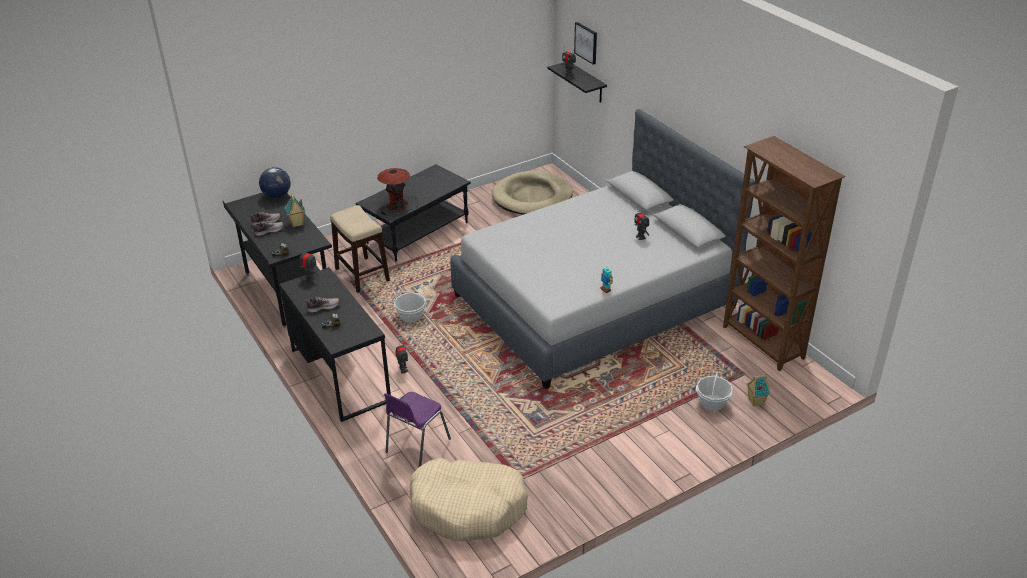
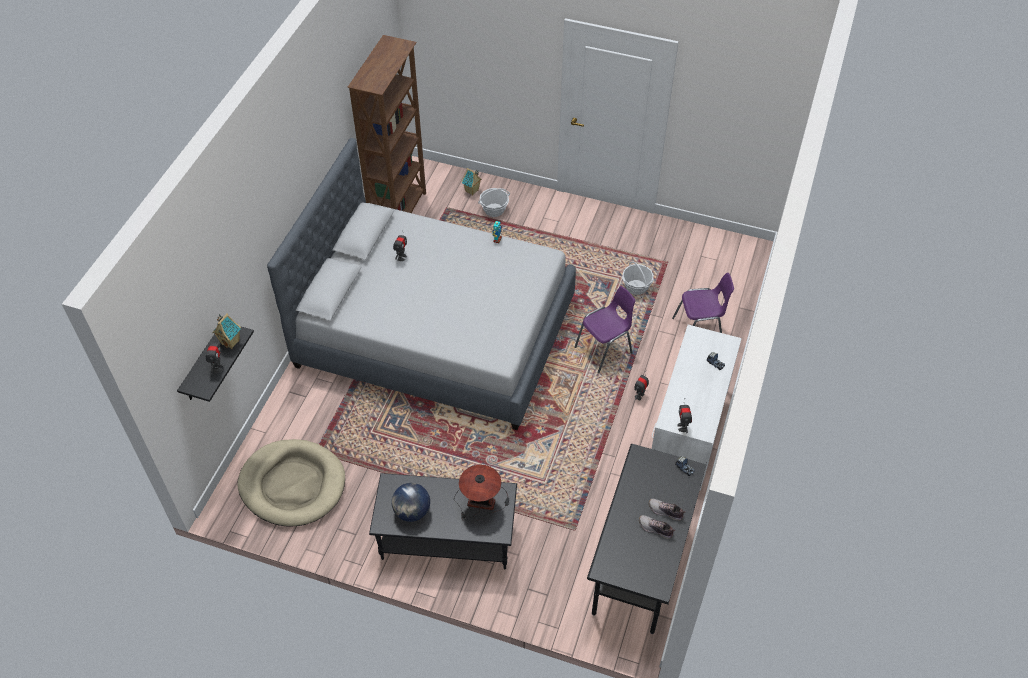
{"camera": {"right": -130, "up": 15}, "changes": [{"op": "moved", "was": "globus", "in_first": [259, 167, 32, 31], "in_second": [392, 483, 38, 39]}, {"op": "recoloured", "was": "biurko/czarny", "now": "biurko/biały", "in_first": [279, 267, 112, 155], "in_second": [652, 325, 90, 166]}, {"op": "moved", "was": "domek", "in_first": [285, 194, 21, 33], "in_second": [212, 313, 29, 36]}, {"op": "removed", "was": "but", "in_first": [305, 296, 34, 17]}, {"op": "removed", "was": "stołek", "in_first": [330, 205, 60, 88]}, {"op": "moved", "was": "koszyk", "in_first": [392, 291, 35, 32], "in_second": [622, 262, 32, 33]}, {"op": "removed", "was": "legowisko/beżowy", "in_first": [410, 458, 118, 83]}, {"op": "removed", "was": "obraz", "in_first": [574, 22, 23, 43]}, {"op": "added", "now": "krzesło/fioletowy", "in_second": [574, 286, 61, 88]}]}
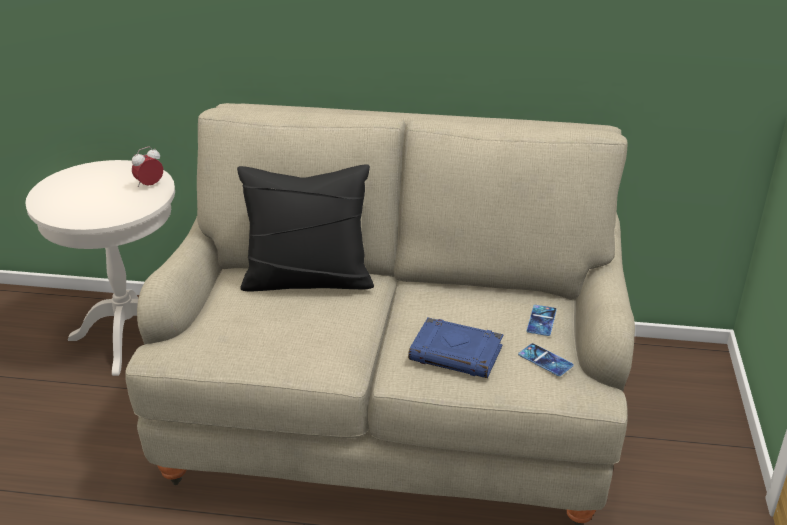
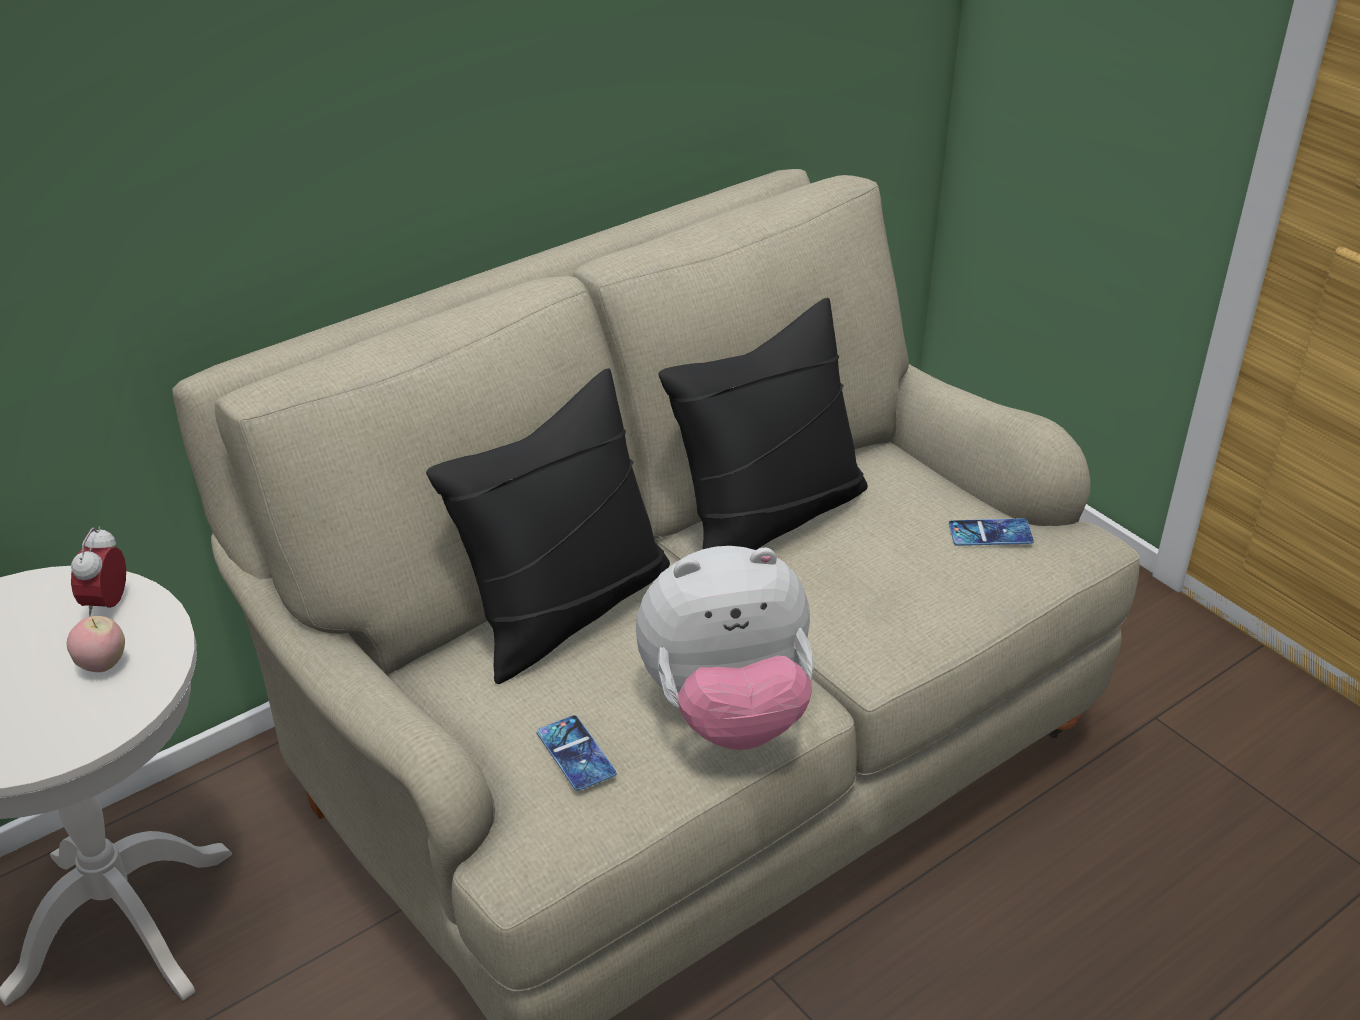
{"camera": {"right": -45, "up": 5}, "changes": [{"op": "removed", "was": "książka/niebieski", "in_first": [408, 317, 95, 61]}, {"op": "moved", "was": "telefon", "in_first": [527, 305, 30, 31], "in_second": [537, 715, 80, 76]}, {"op": "added", "now": "jabłko", "in_second": [67, 616, 58, 56]}, {"op": "added", "now": "pluszak", "in_second": [636, 546, 178, 204]}, {"op": "added", "now": "poduszka/czarny", "in_second": [659, 298, 209, 252]}]}
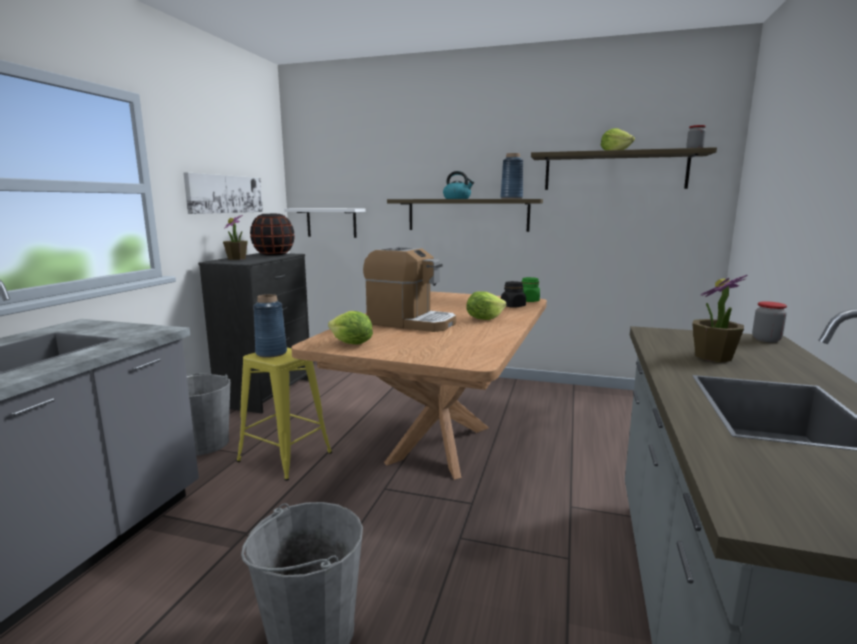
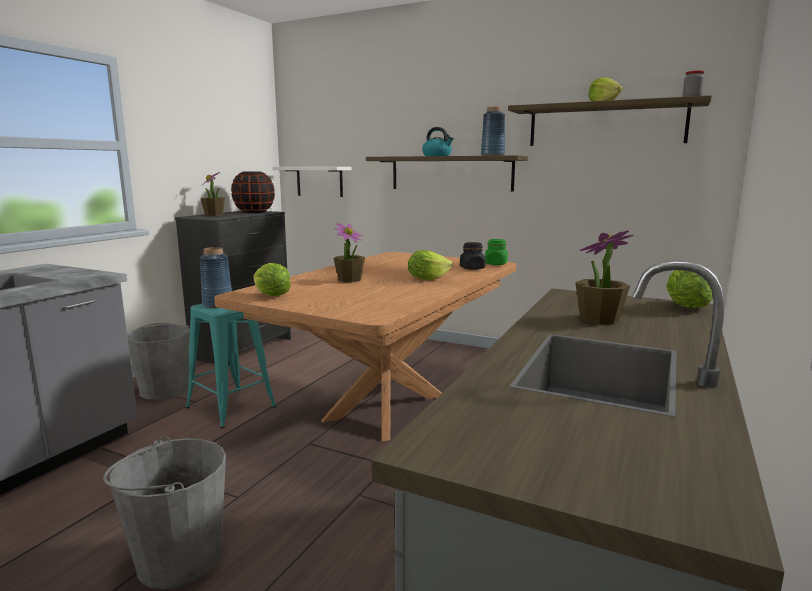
{"camera": {"right": 10, "up": 0}, "changes": [{"op": "removed", "was": "obraz", "in_first": [183, 172, 80, 42]}, {"op": "recoloured", "was": "stołek/żółty", "now": "stołek/turkusowy", "in_first": [236, 348, 96, 133], "in_second": [185, 304, 92, 124]}, {"op": "replaced", "was": "ekspres do kawy", "now": "roślina doniczkowa", "in_first": [363, 247, 93, 85], "in_second": [333, 223, 32, 59]}, {"op": "replaced", "was": "słoik", "now": "sałata", "in_first": [752, 302, 35, 40], "in_second": [666, 270, 47, 38]}]}
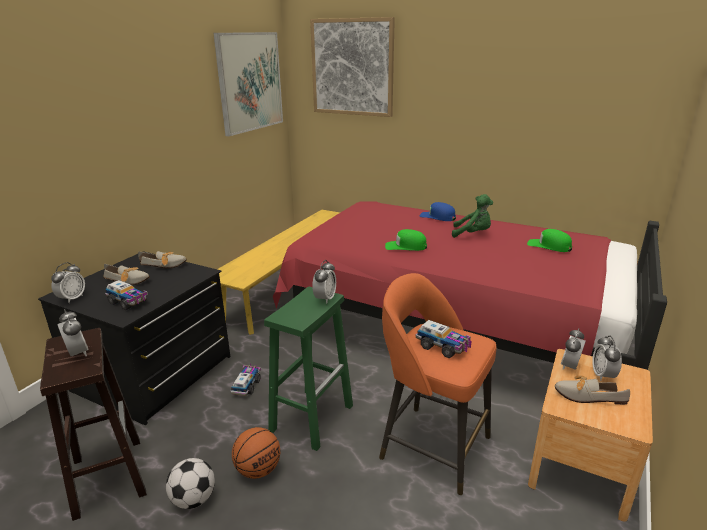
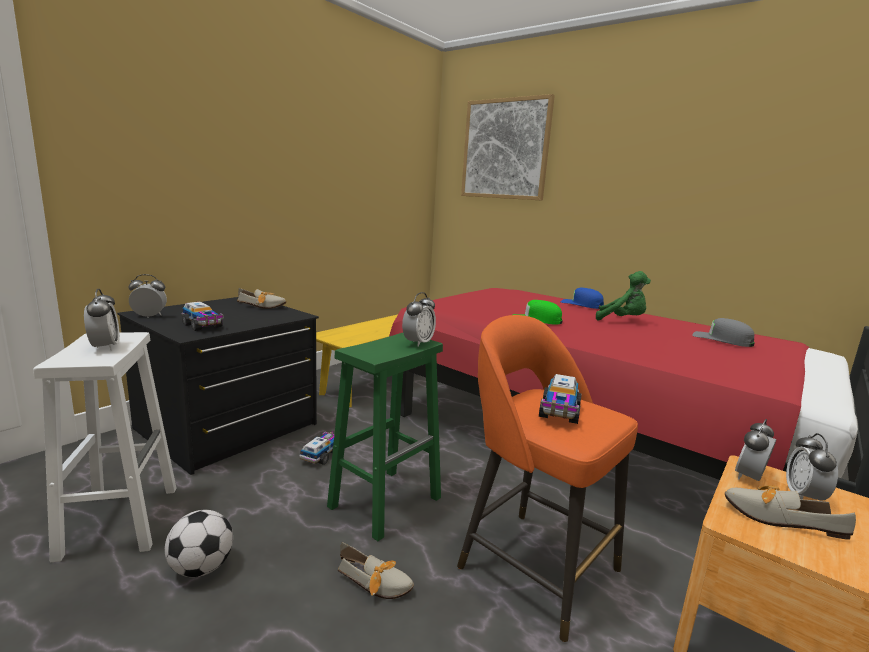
{"camera": {"right": 10, "up": -10}, "changes": [{"op": "recoloured", "was": "stołek/brązowy", "now": "stołek/biały", "in_first": [40, 328, 107, 193], "in_second": [33, 332, 143, 230]}, {"op": "turned", "was": "budzik", "in_first": [51, 262, 34, 41], "in_second": [129, 274, 38, 44], "clockwise": -135}, {"op": "moved", "was": "but", "in_first": [104, 263, 46, 22], "in_second": [338, 542, 76, 57]}, {"op": "removed", "was": "obraz", "in_first": [213, 32, 70, 104]}, {"op": "removed", "was": "piłka do koszykówki", "in_first": [232, 427, 48, 52]}, {"op": "turned", "was": "ciężarówka zabawkowa", "in_first": [416, 320, 55, 38], "in_second": [539, 374, 43, 50], "clockwise": 60}, {"op": "recoloured", "was": "czapka z daszkiem/zielony", "now": "czapka z daszkiem/szary", "in_first": [527, 229, 45, 23], "in_second": [692, 318, 63, 29]}]}
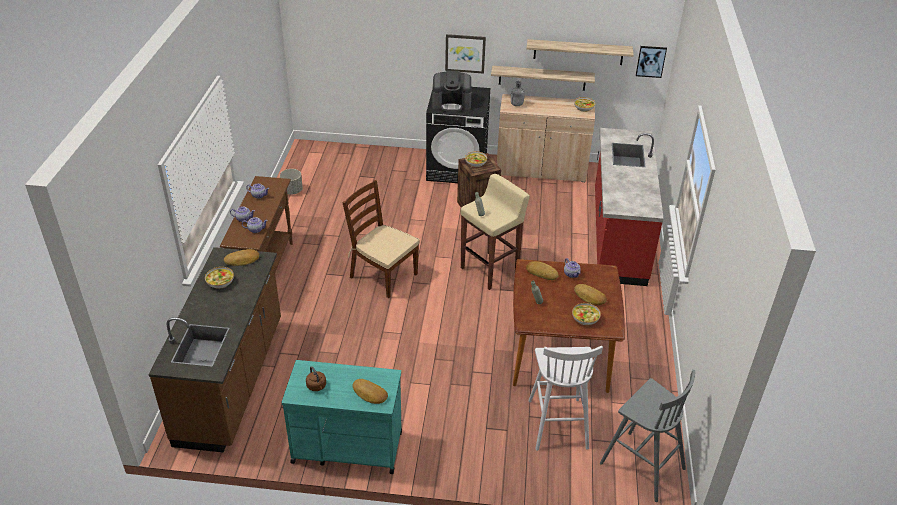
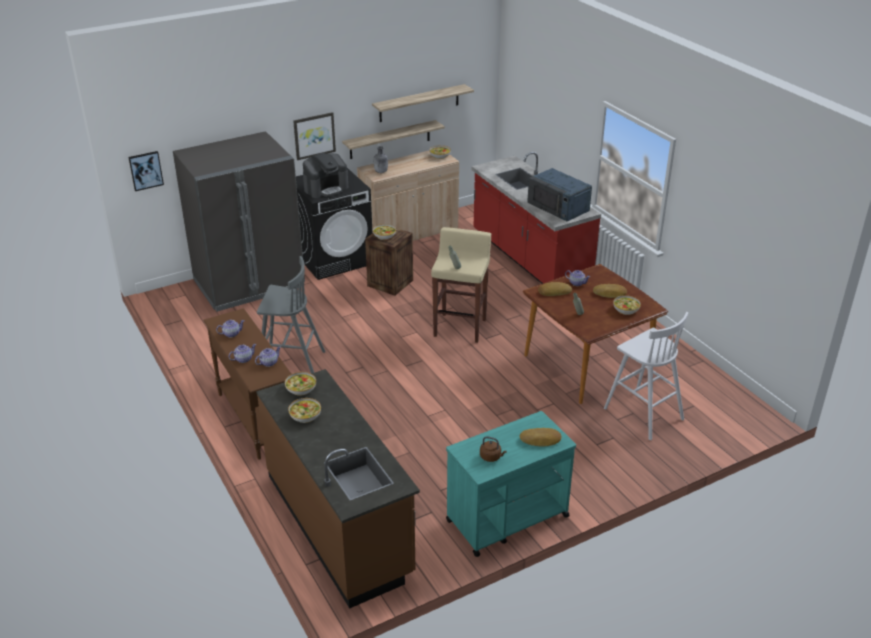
{"camera": {"right": -35, "up": -5}, "changes": [{"op": "replaced", "was": "chleb", "now": "miska", "in_first": [224, 249, 35, 17], "in_second": [285, 372, 31, 24]}, {"op": "removed", "was": "donica/szary", "in_first": [280, 169, 23, 26]}, {"op": "removed", "was": "krzesło/brązowy", "in_first": [343, 180, 77, 118]}, {"op": "moved", "was": "stołek/szary", "in_first": [600, 370, 95, 132], "in_second": [257, 256, 69, 118]}, {"op": "moved", "was": "obraz", "in_first": [636, 46, 31, 32], "in_second": [128, 151, 36, 40]}, {"op": "added", "now": "lodówka/szary", "in_second": [173, 131, 132, 181]}, {"op": "added", "now": "mikrofalówka/niebieski", "in_second": [527, 168, 65, 53]}]}
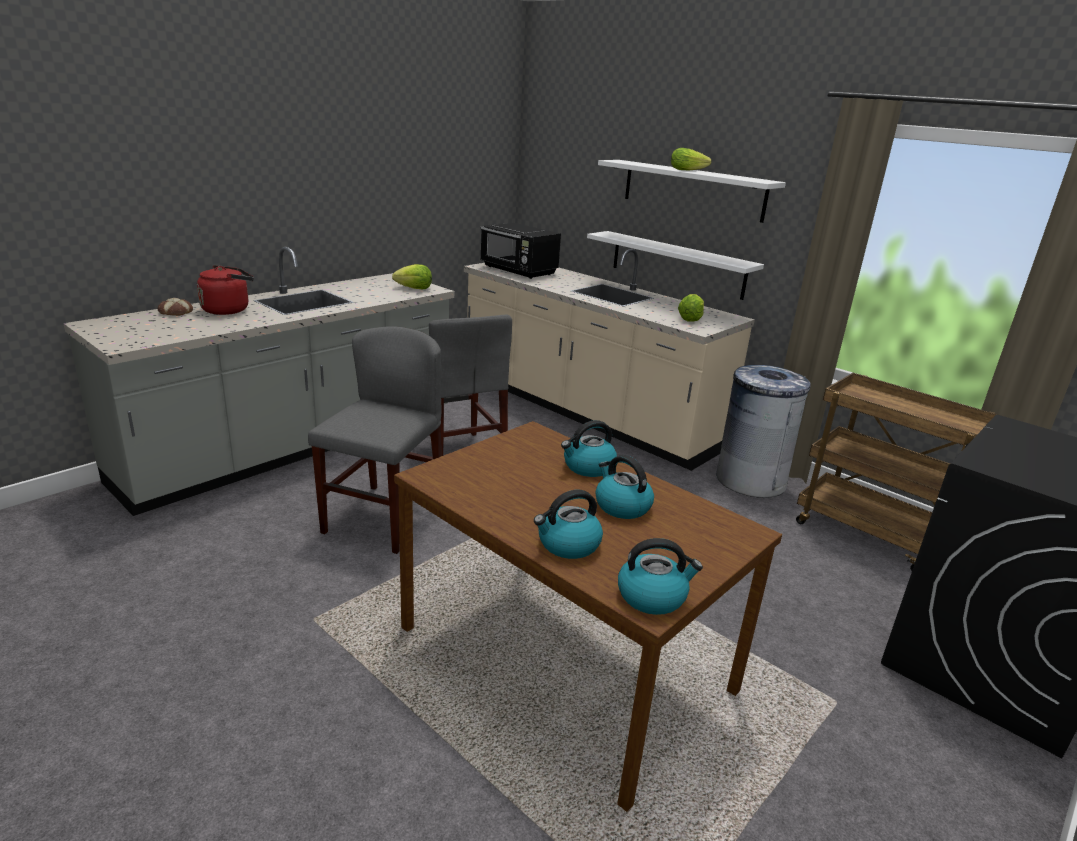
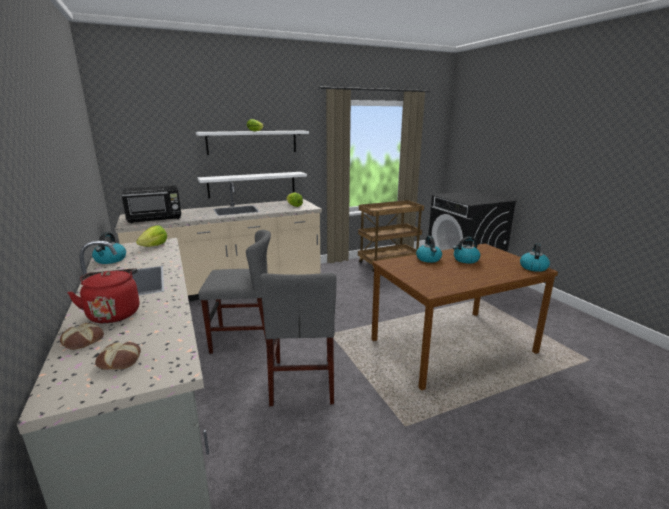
{"camera": {"right": -65, "up": -5}, "changes": [{"op": "turned", "was": "krzesło/szary", "in_first": [308, 326, 134, 228], "in_second": [260, 273, 76, 133], "clockwise": -135}, {"op": "moved", "was": "czajnik", "in_first": [534, 490, 69, 69], "in_second": [92, 232, 34, 32]}, {"op": "removed", "was": "kosz na śmieci/szary", "in_first": [716, 365, 95, 133]}, {"op": "added", "now": "chleb", "in_second": [95, 342, 46, 28]}]}
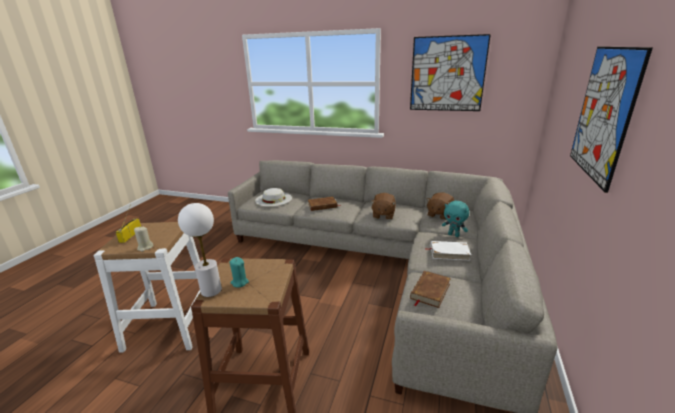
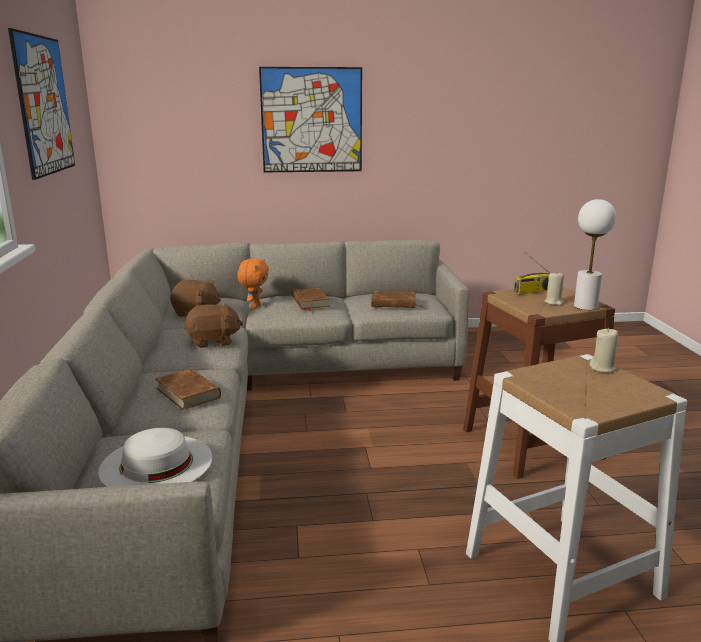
{"camera": {"right": -115, "up": -5}, "changes": [{"op": "moved", "was": "radio", "in_first": [115, 204, 26, 39], "in_second": [514, 252, 36, 43]}, {"op": "recoloured", "was": "świeca/turkusowy", "now": "świeca/beżowy", "in_first": [230, 257, 19, 31], "in_second": [545, 271, 19, 34]}, {"op": "recoloured", "was": "książka/biały", "now": "książka/brązowy", "in_first": [426, 241, 45, 19], "in_second": [292, 288, 37, 23]}, {"op": "recoloured", "was": "pluszak/turkusowy", "now": "pluszak/pomarańczowy", "in_first": [442, 201, 27, 36], "in_second": [237, 258, 32, 51]}]}
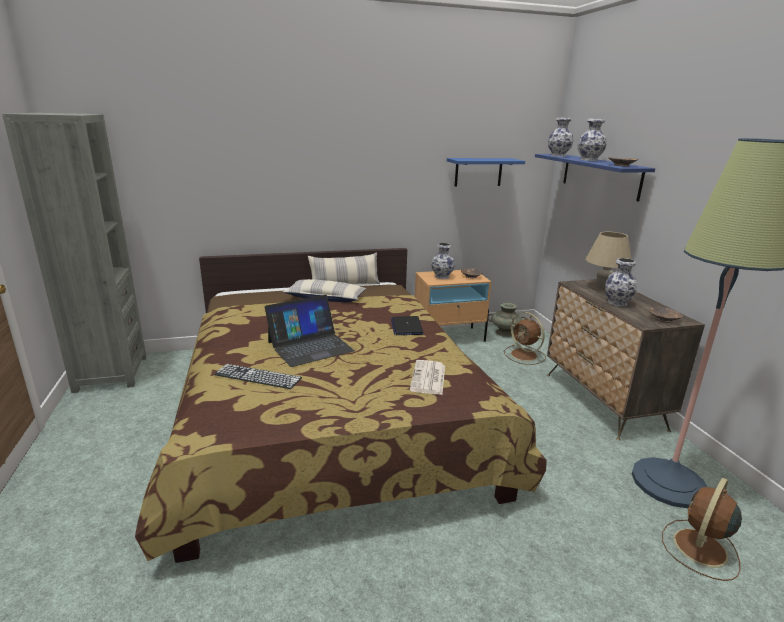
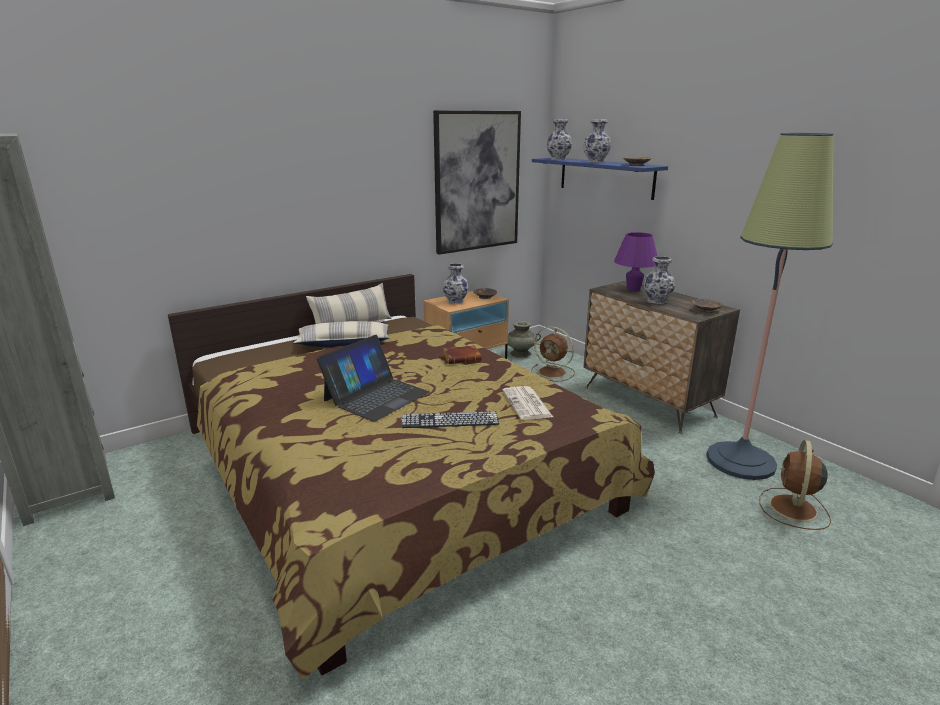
{"camera": {"right": -20, "up": 0}, "changes": [{"op": "moved", "was": "klawiatura", "in_first": [214, 364, 88, 25], "in_second": [401, 411, 98, 17]}, {"op": "replaced", "was": "laptop", "now": "książka/brązowy", "in_first": [391, 316, 33, 19], "in_second": [442, 345, 40, 19]}, {"op": "replaced", "was": "półka/niebieski", "now": "obraz", "in_first": [447, 158, 78, 28], "in_second": [433, 110, 88, 145]}, {"op": "recoloured", "was": "lampa stołowa/beżowy", "now": "lampa stołowa/fioletowy", "in_first": [586, 232, 45, 58], "in_second": [614, 232, 43, 59]}]}
